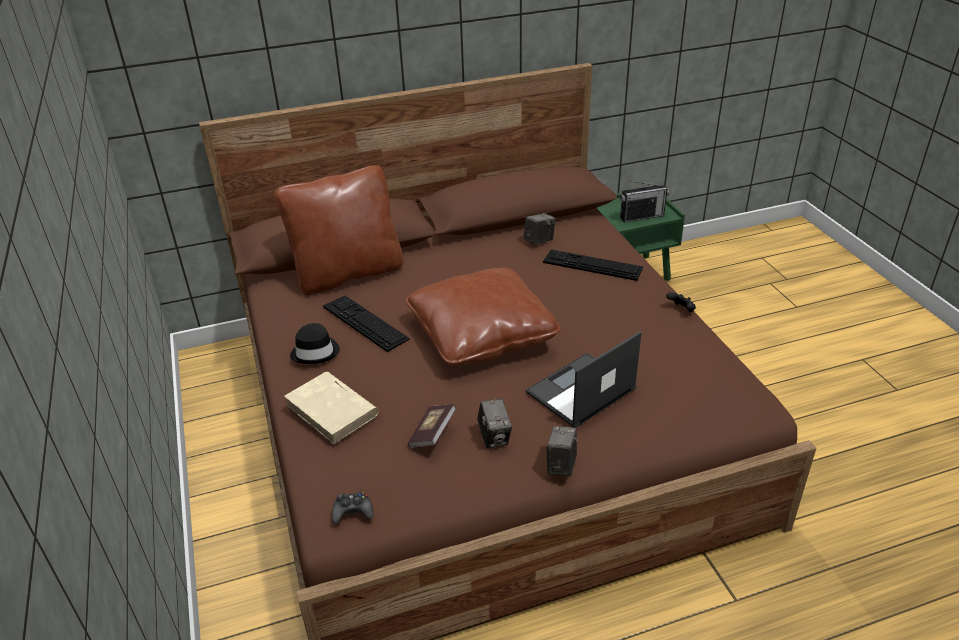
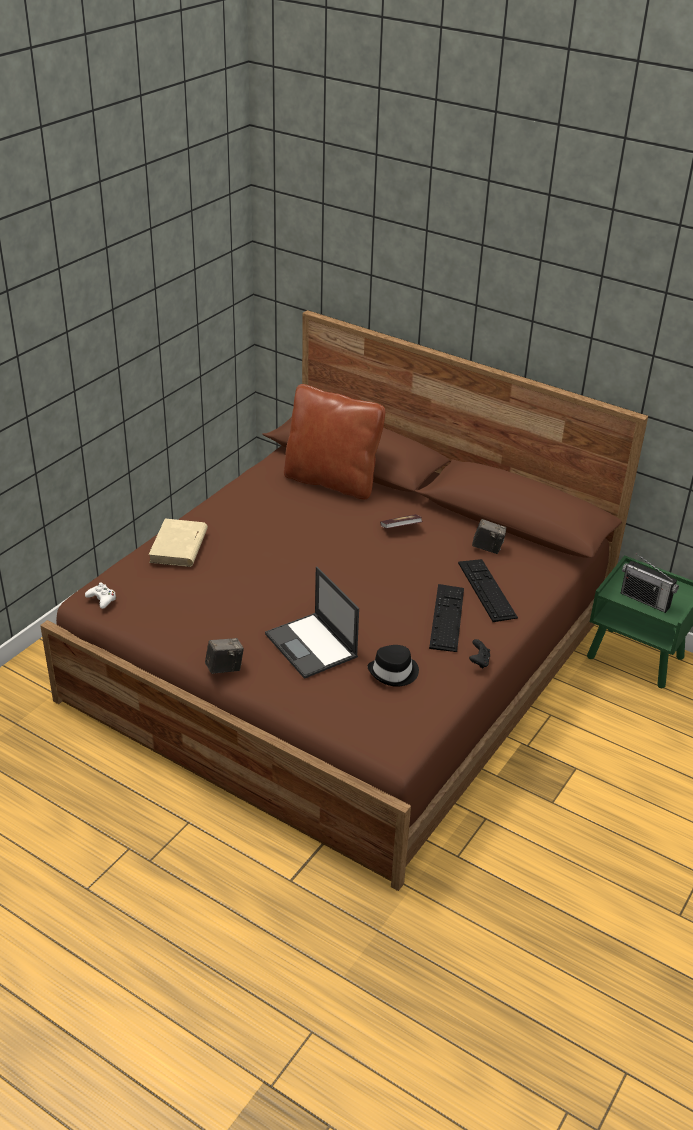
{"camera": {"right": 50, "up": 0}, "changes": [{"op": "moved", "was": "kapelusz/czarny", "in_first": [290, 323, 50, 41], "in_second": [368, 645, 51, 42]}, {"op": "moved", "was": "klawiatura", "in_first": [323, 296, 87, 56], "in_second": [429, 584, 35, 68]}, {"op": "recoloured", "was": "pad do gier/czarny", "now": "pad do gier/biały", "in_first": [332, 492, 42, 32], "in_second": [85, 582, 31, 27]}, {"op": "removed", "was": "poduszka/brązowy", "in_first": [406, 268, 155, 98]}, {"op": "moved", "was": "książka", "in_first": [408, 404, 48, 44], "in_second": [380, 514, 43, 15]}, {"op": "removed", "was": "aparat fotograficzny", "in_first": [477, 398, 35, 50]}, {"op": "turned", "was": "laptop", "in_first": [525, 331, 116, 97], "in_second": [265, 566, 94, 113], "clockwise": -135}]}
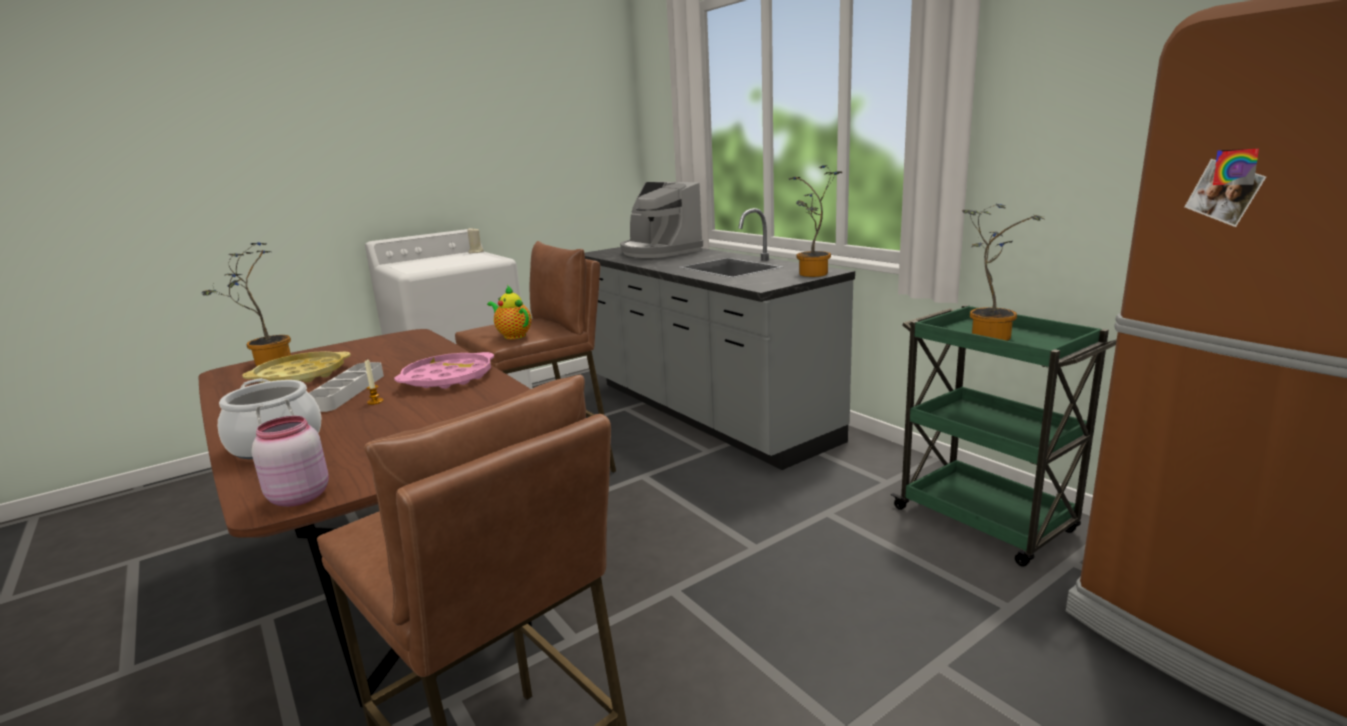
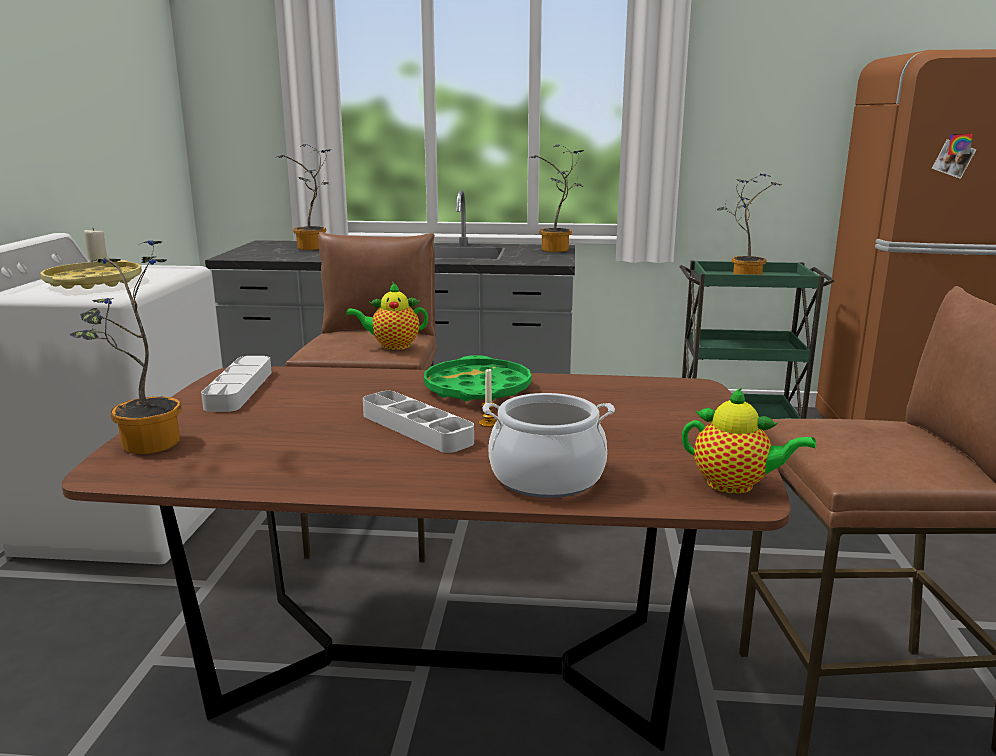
{"camera": {"right": -50, "up": 0}, "changes": [{"op": "moved", "was": "taca/żółty", "in_first": [242, 351, 109, 32], "in_second": [40, 260, 102, 29]}, {"op": "replaced", "was": "słoik/różowy", "now": "imbryk", "in_first": [252, 416, 77, 91], "in_second": [682, 388, 134, 106]}, {"op": "recoloured", "was": "taca/różowy", "now": "taca/zielony", "in_first": [394, 352, 100, 37], "in_second": [424, 355, 107, 46]}, {"op": "replaced", "was": "ekspres do kawy", "now": "roślina doniczkowa", "in_first": [620, 182, 83, 76], "in_second": [275, 144, 56, 106]}, {"op": "added", "now": "taca/szary", "in_second": [201, 356, 71, 56]}]}
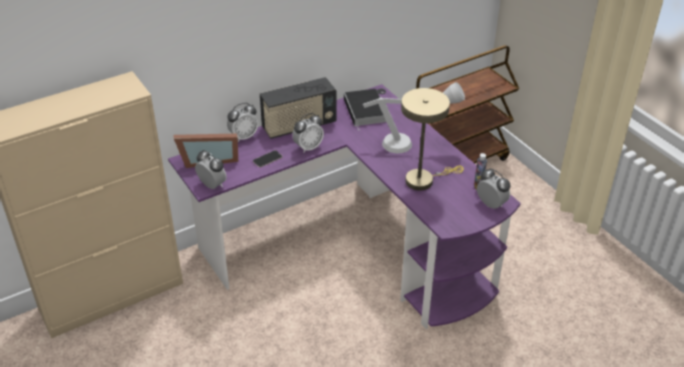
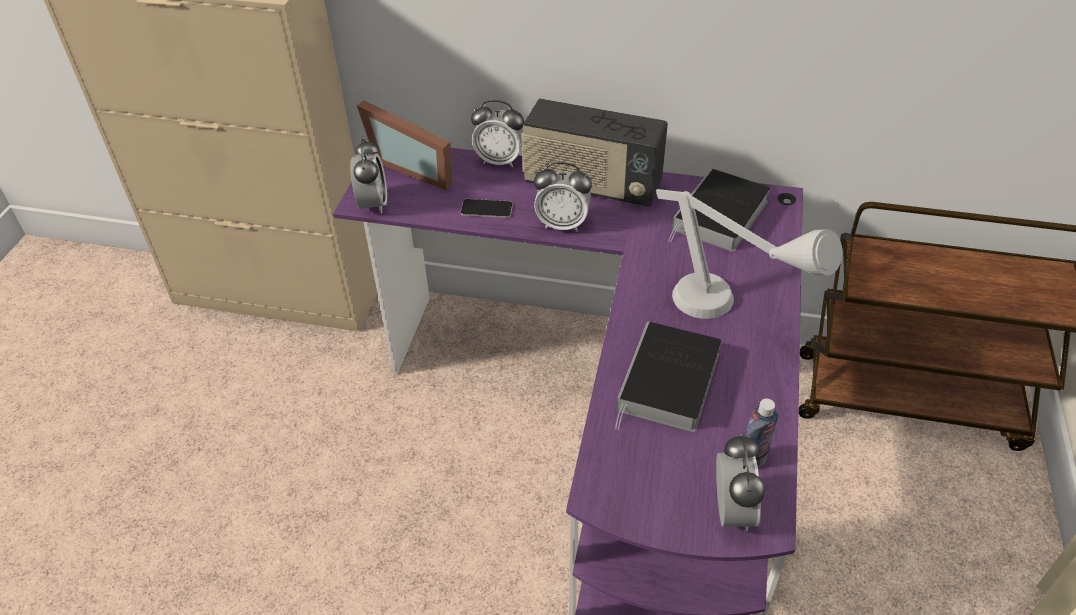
{"camera": {"right": 45, "up": 5}, "changes": [{"op": "replaced", "was": "lampa stołowa/beżowy", "now": "książka", "in_first": [401, 88, 63, 103], "in_second": [615, 321, 106, 111]}]}
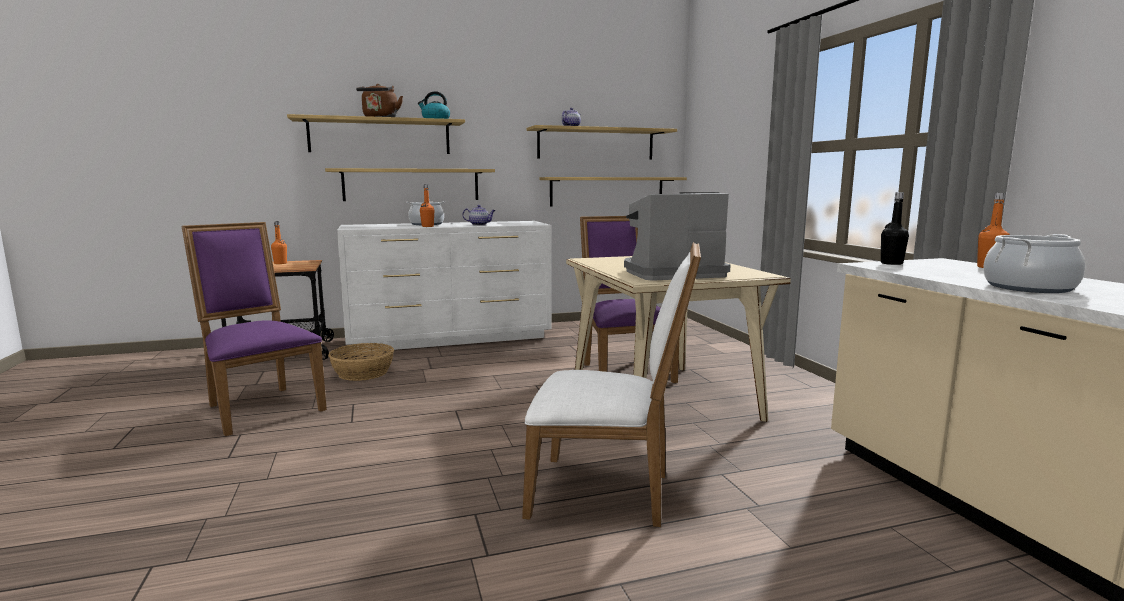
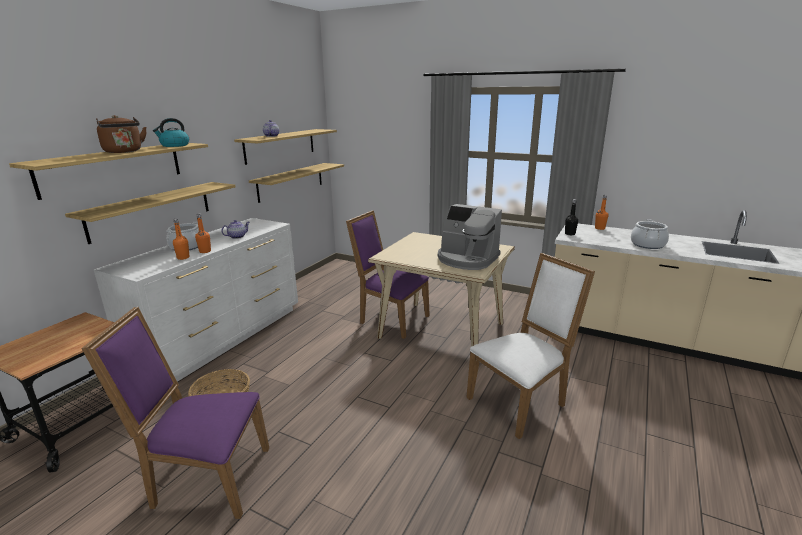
{"camera": {"right": -45, "up": 10}, "changes": [{"op": "moved", "was": "butelka/pomarańczowy", "in_first": [271, 221, 16, 43], "in_second": [173, 218, 17, 42]}, {"op": "turned", "was": "ekspres do kawy", "in_first": [624, 192, 107, 89], "in_second": [438, 204, 64, 66], "clockwise": -90}]}
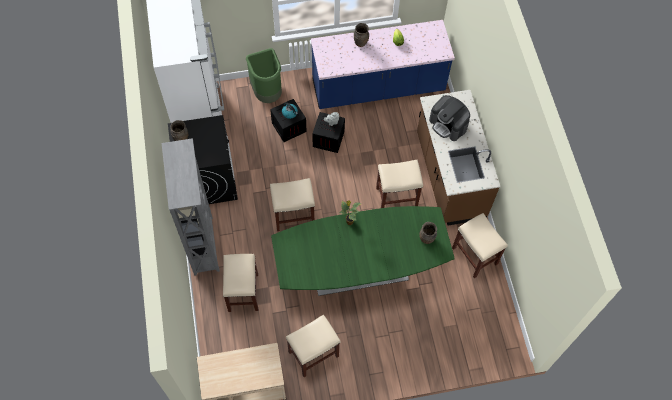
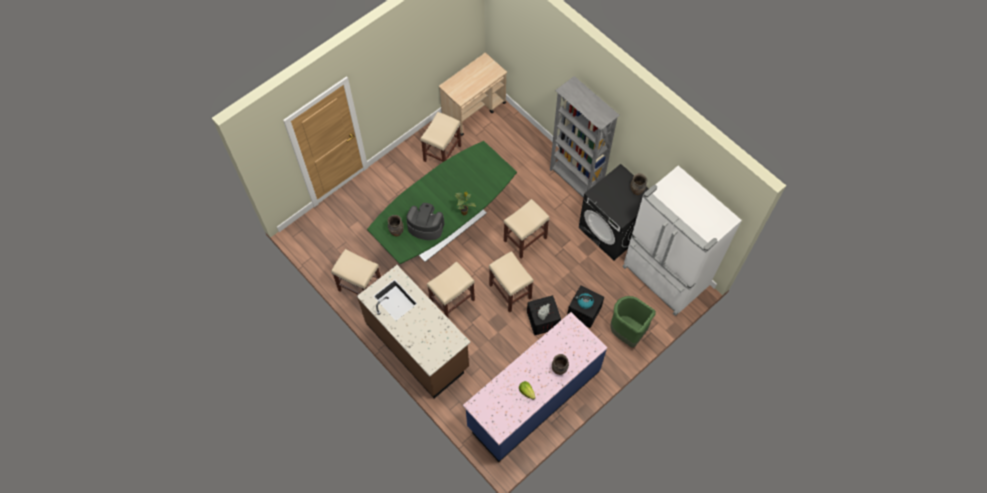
{"camera": {"right": 150, "up": 0}, "changes": [{"op": "moved", "was": "stołek/beżowy", "in_first": [223, 254, 35, 58], "in_second": [489, 251, 45, 61]}, {"op": "moved", "was": "ekspres do kawy", "in_first": [429, 95, 41, 46], "in_second": [406, 203, 38, 37]}]}
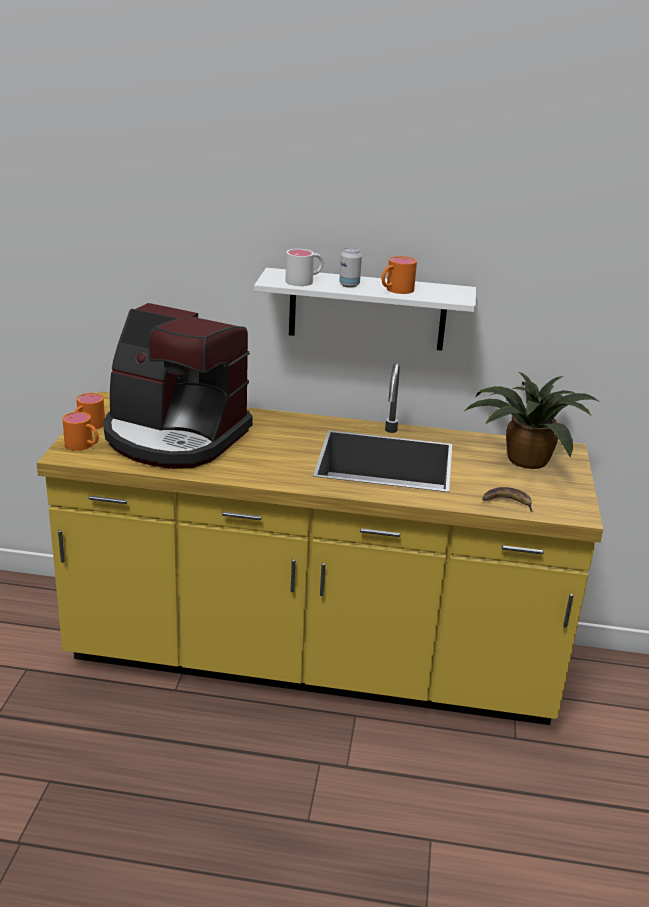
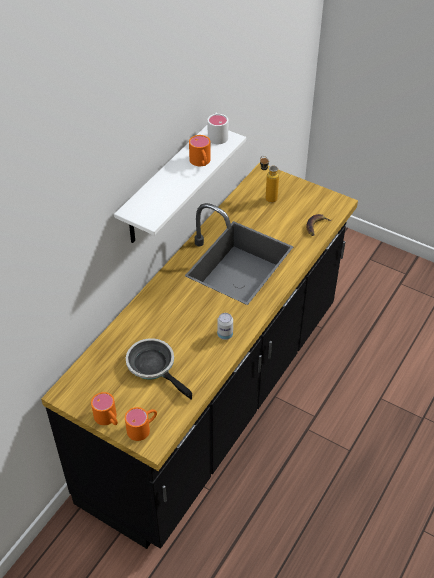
{"camera": {"right": -65, "up": 20}, "changes": [{"op": "recoloured", "was": "zabudowa kuchenna/żółty", "now": "zabudowa kuchenna/czarny", "in_first": [37, 363, 566, 362], "in_second": [41, 162, 317, 387]}, {"op": "replaced", "was": "ekspres do kawy", "now": "patelnia", "in_first": [103, 303, 150, 166], "in_second": [126, 338, 66, 61]}, {"op": "moved", "was": "kubek/biały", "in_first": [286, 249, 37, 37], "in_second": [208, 113, 20, 31]}, {"op": "moved", "was": "puszka", "in_first": [339, 248, 23, 40], "in_second": [217, 313, 16, 27]}, {"op": "replaced", "was": "roślina doniczkowa", "now": "butelka", "in_first": [465, 372, 133, 97], "in_second": [260, 156, 19, 47]}]}
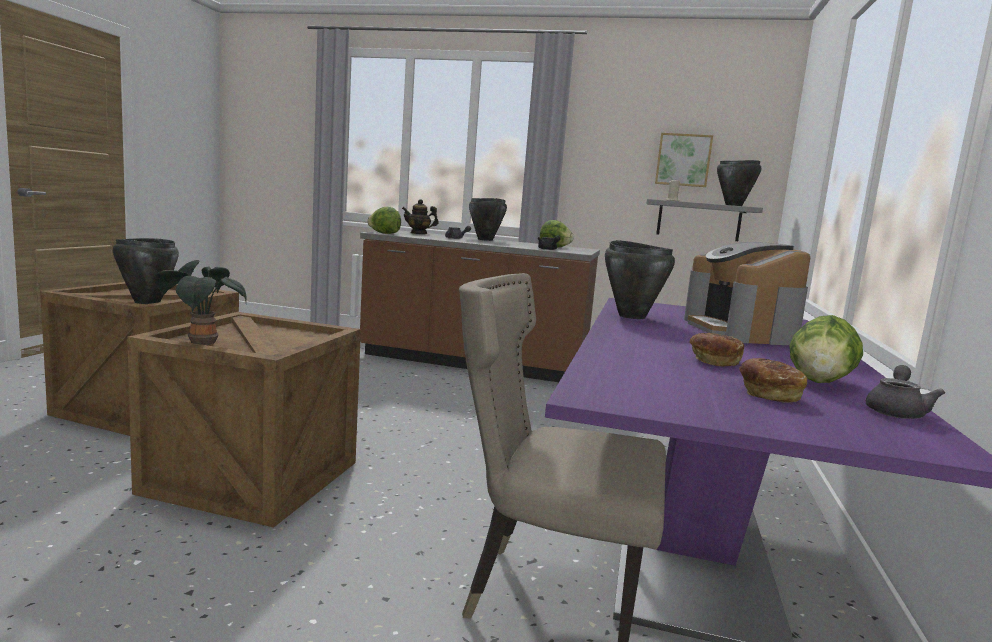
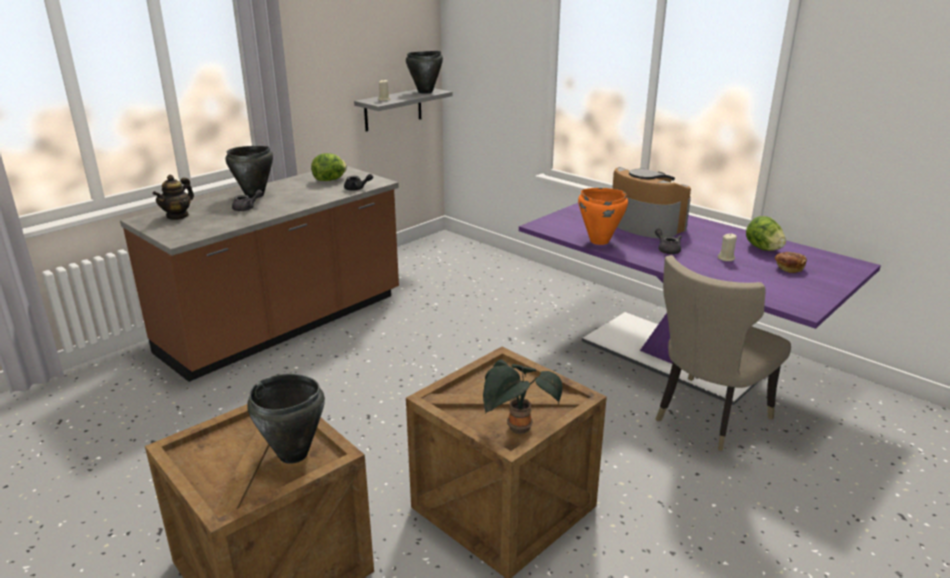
{"camera": {"right": -60, "up": 15}, "changes": [{"op": "removed", "was": "sałata", "in_first": [367, 206, 34, 28]}, {"op": "recoloured", "was": "garnek/czarny", "now": "garnek/pomarańczowy", "in_first": [605, 240, 70, 79], "in_second": [578, 188, 50, 57]}, {"op": "removed", "was": "obraz", "in_first": [655, 133, 58, 54]}, {"op": "turned", "was": "ekspres do kawy", "in_first": [684, 242, 126, 103], "in_second": [611, 167, 80, 71], "clockwise": -150}, {"op": "replaced", "was": "chleb", "now": "świeca/beżowy", "in_first": [689, 333, 55, 33], "in_second": [718, 233, 19, 28]}, {"op": "moved", "was": "imbryk/szary", "in_first": [866, 365, 79, 54], "in_second": [655, 229, 27, 25]}]}
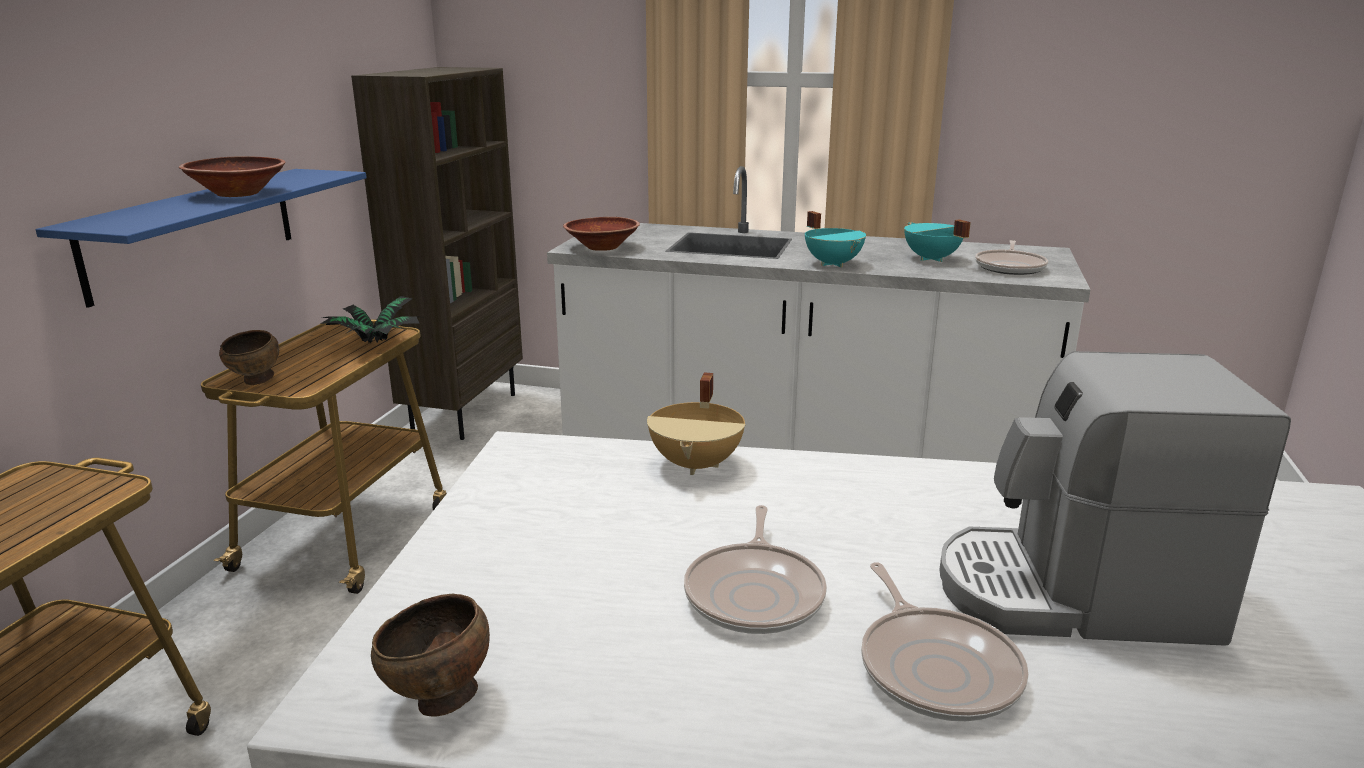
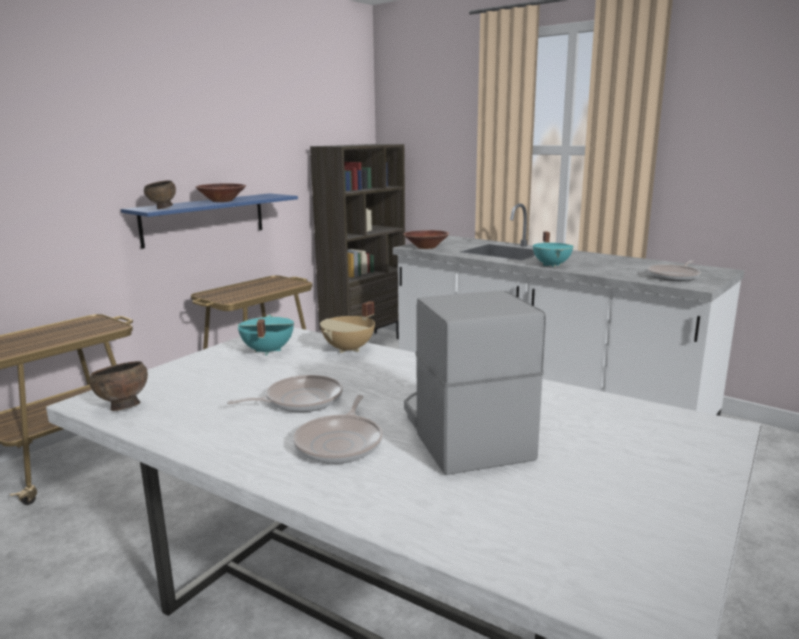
{"camera": {"right": 25, "up": -5}, "changes": [{"op": "moved", "was": "miska/brązowy", "in_first": [219, 330, 60, 55], "in_second": [144, 180, 32, 29]}, {"op": "removed", "was": "roślina doniczkowa", "in_first": [320, 296, 99, 47]}, {"op": "turned", "was": "patelnia", "in_first": [684, 505, 143, 129], "in_second": [227, 375, 116, 37], "clockwise": -150}, {"op": "moved", "was": "garnek/turkusowy", "in_first": [904, 219, 67, 43], "in_second": [238, 315, 56, 41]}, {"op": "turned", "was": "ekspres do kawy", "in_first": [939, 351, 352, 295], "in_second": [404, 290, 142, 185], "clockwise": 45}]}
